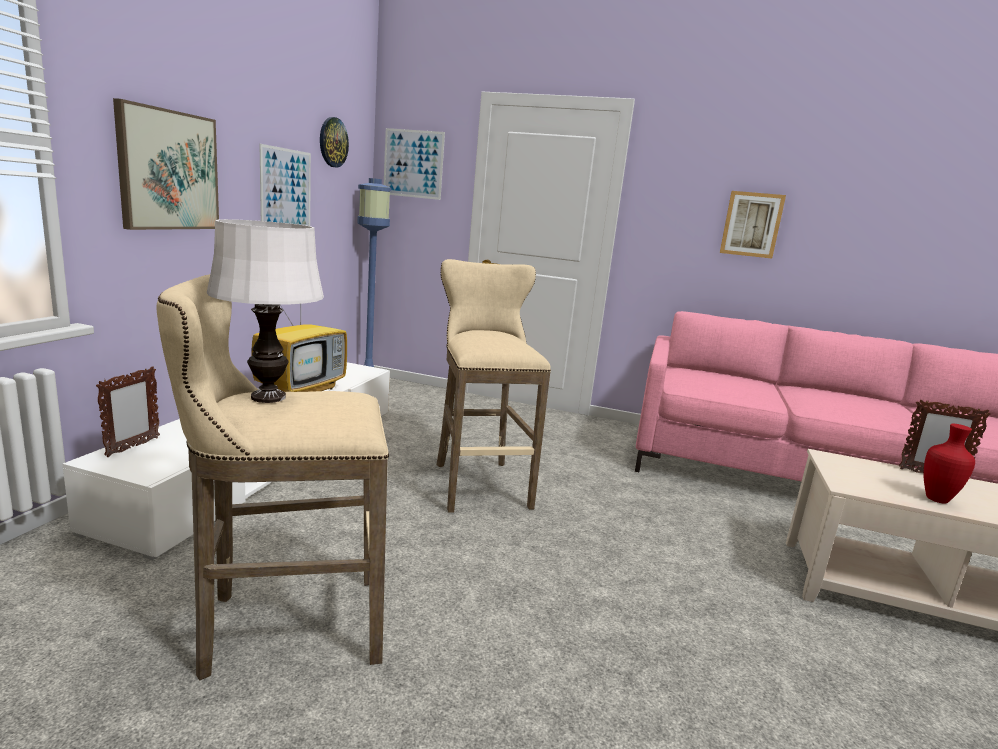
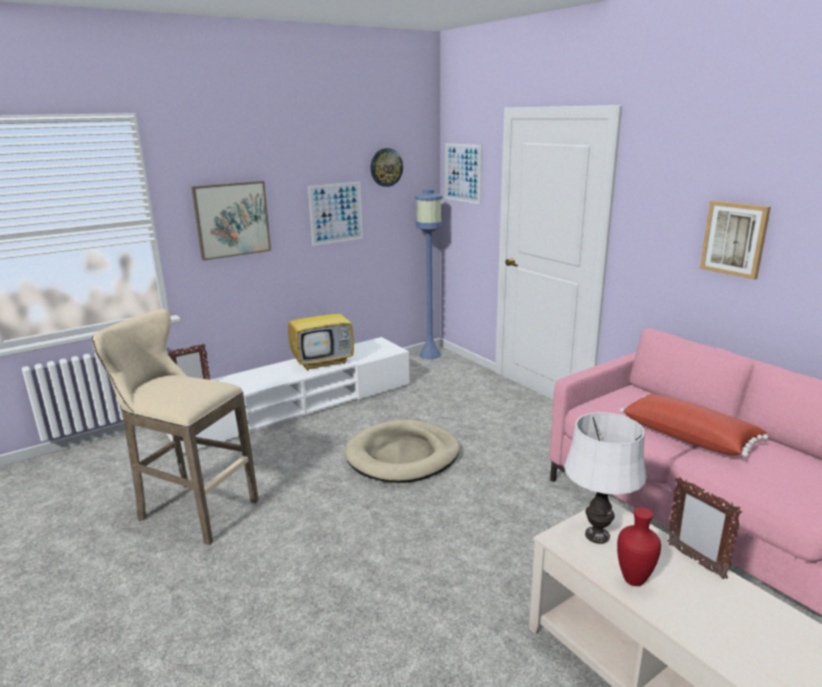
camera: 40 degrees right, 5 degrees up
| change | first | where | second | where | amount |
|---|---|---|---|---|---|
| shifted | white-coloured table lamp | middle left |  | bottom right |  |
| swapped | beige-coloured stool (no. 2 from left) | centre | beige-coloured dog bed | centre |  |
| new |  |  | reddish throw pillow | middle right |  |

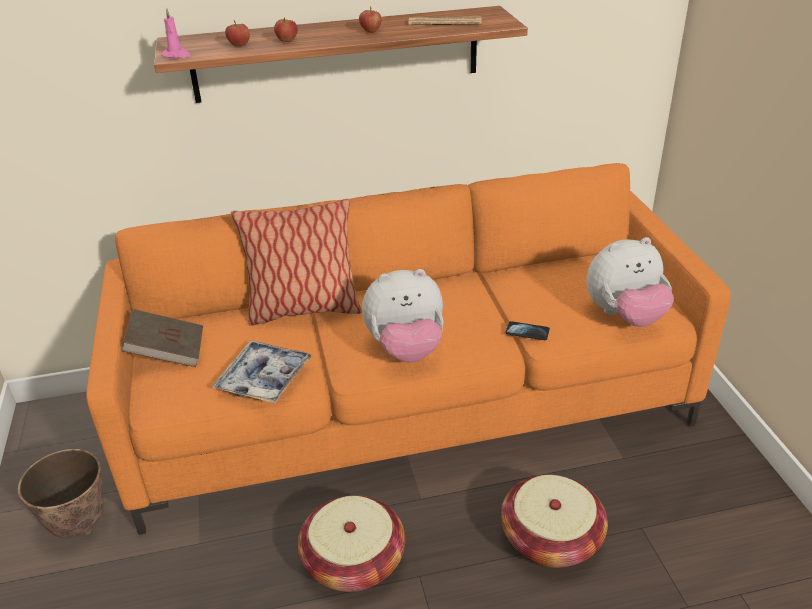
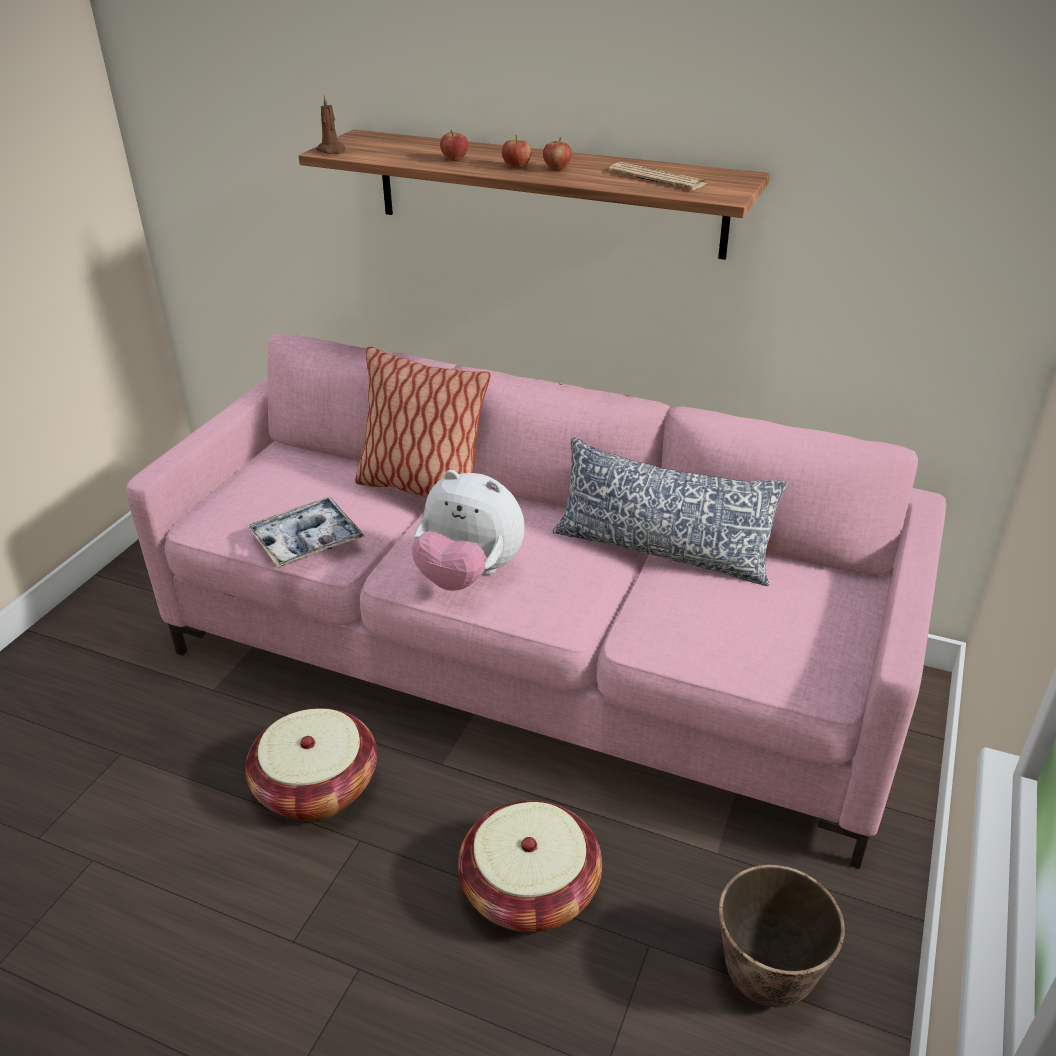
camera: 35 degrees right, 0 degrees up
| change | first | where | second | where | amount |
|---|---|---|---|---|---|
| repainted | pink-coloured wax candle | top left | brown-coloured wax candle | top left |  |
| shifted | whole apple (no. 1 from left in the first image) | top left | whole apple (no. 2 from left) | top centre |  |
| repainted | orange-coloured settee | centre | pink-coloured settee | centre |  |
| gone | soft toy (no. 2 from left) | middle right |  |  |  |
| gone | brown-coloured volume | middle left |  |  |  |
| gone | phone | centre |  |  |  |
| shifted | plant pot | bottom left |  | bottom right |  |
| new |  |  | throw pillow (no. 2 from left) | centre |  |

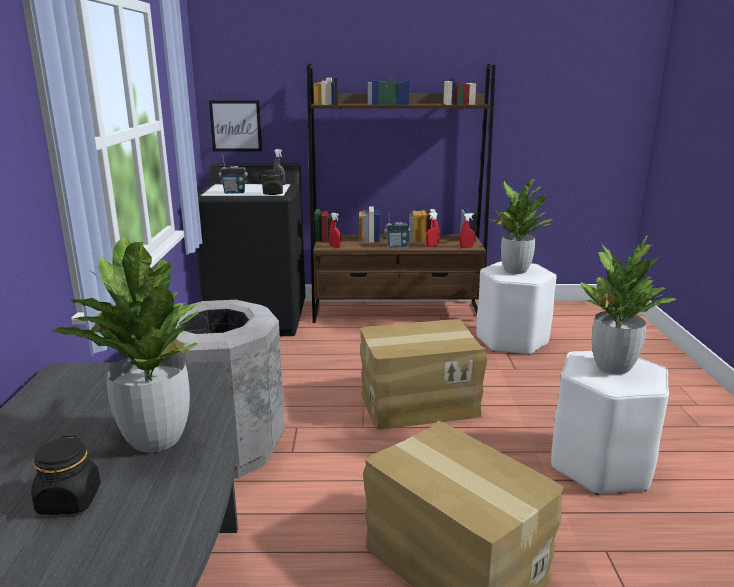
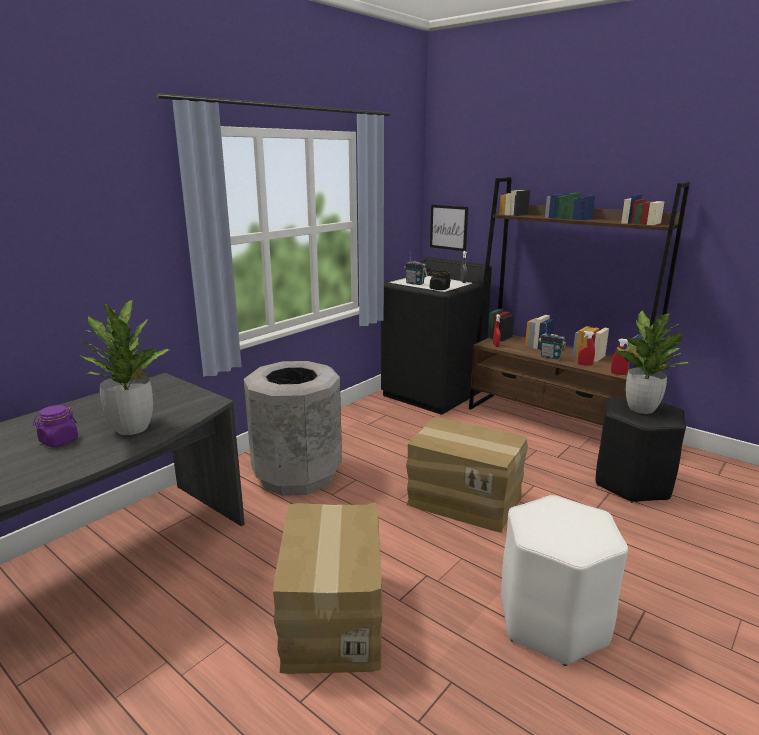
camera: 40 degrees right, 0 degrees up
| change | first | where | second | where | amount |
|---|---|---|---|---|---|
| gone | houseplant (no. 3 from left) | middle right |  |  |  |
| repainted | white-coloured stool (no. 1 from left) | middle right | blackish stool | middle right |  |
| repainted | blackish jar (no. 1 from left) | bottom left | purplish jar | middle left |  |

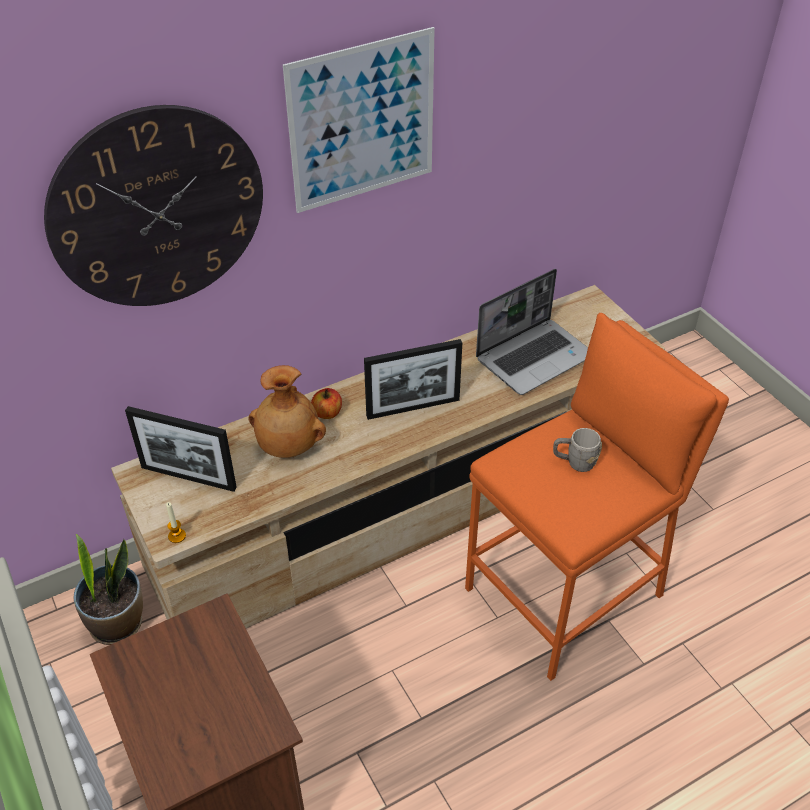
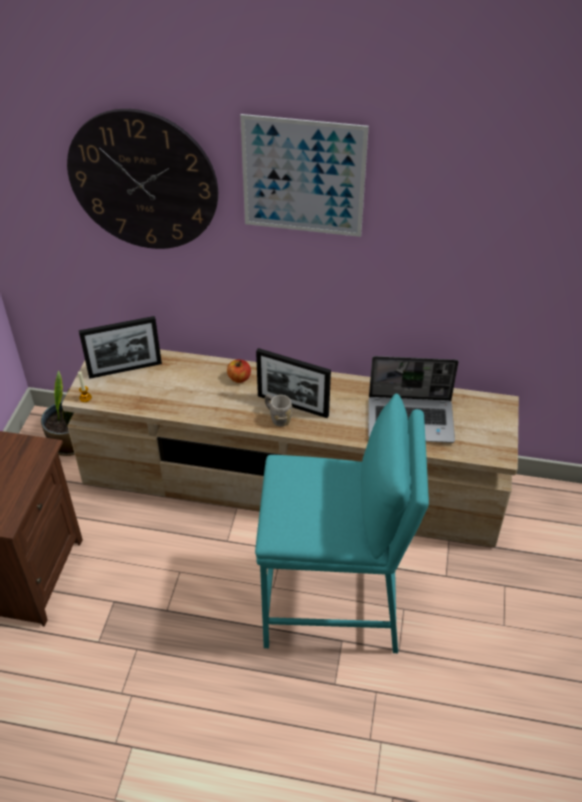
camera: 40 degrees right, 0 degrees up
| change | first | where | second | where | amount |
|---|---|---|---|---|---|
| repainted | orange-coloured stool | middle right | blue-green stool | centre |  |
| gone | brown-coloured vase | centre |  |  |  |
| rotated | photo frame (no. 1 from left) | middle left |  | middle left | 75 degrees counterclockwise |
| shifted | grey mug | middle right |  | centre |  |

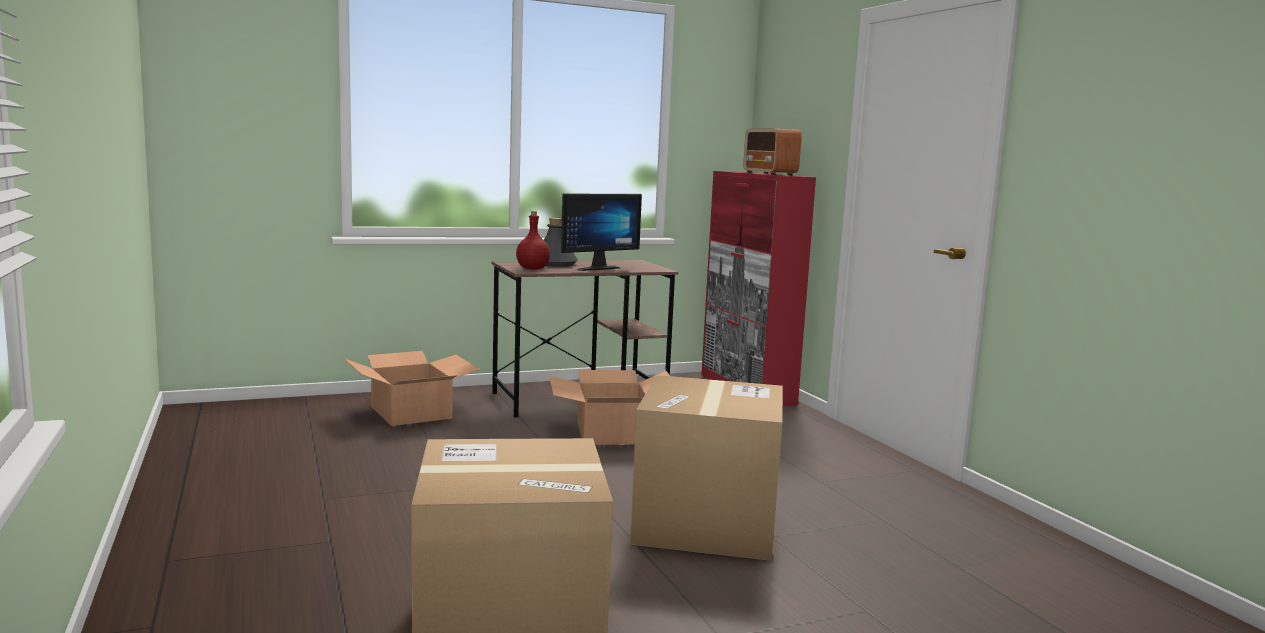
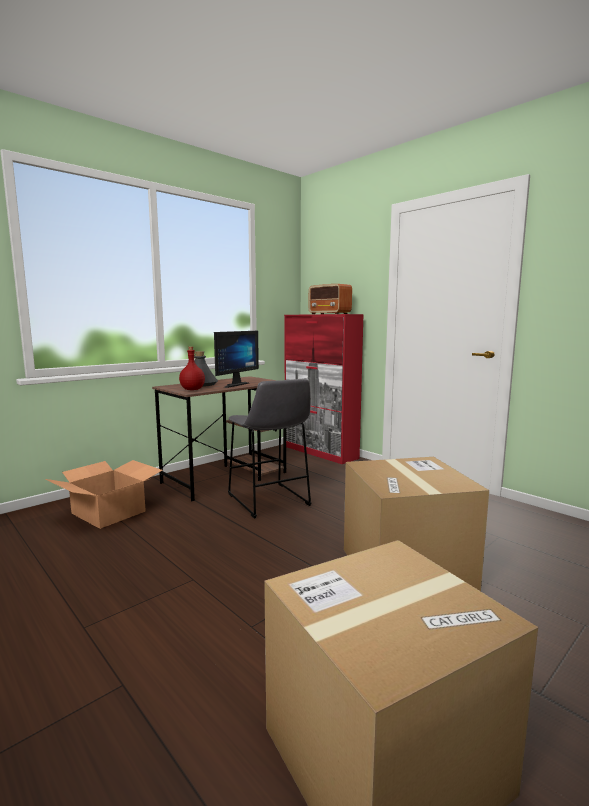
camera: 20 degrees left, 0 degrees up
| change | first | where | second | where | amount |
|---|---|---|---|---|---|
| swapped | packing box (no. 3 from left) | centre | grey stool | centre |  |

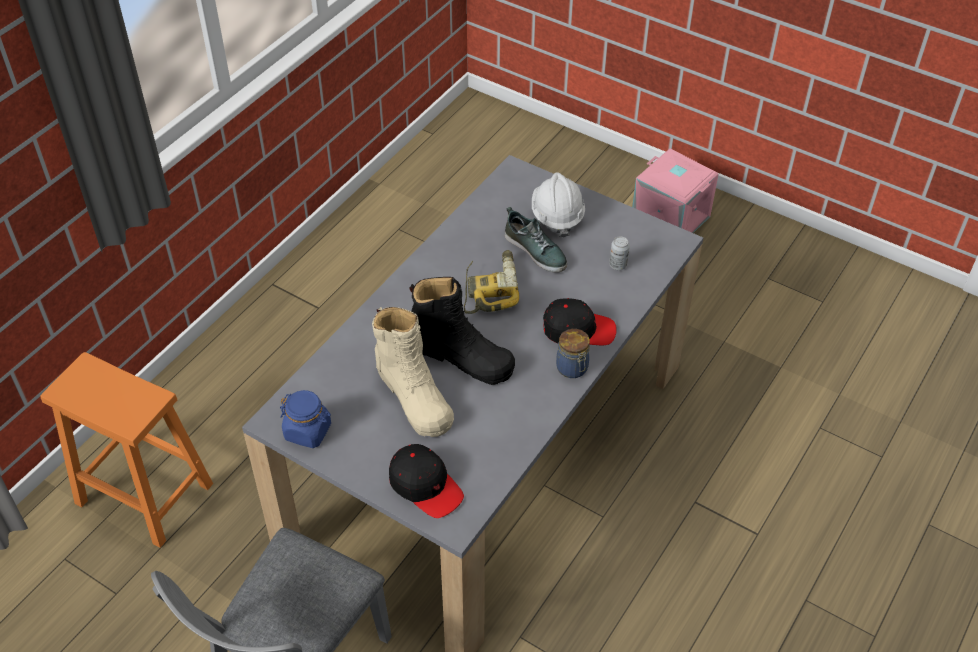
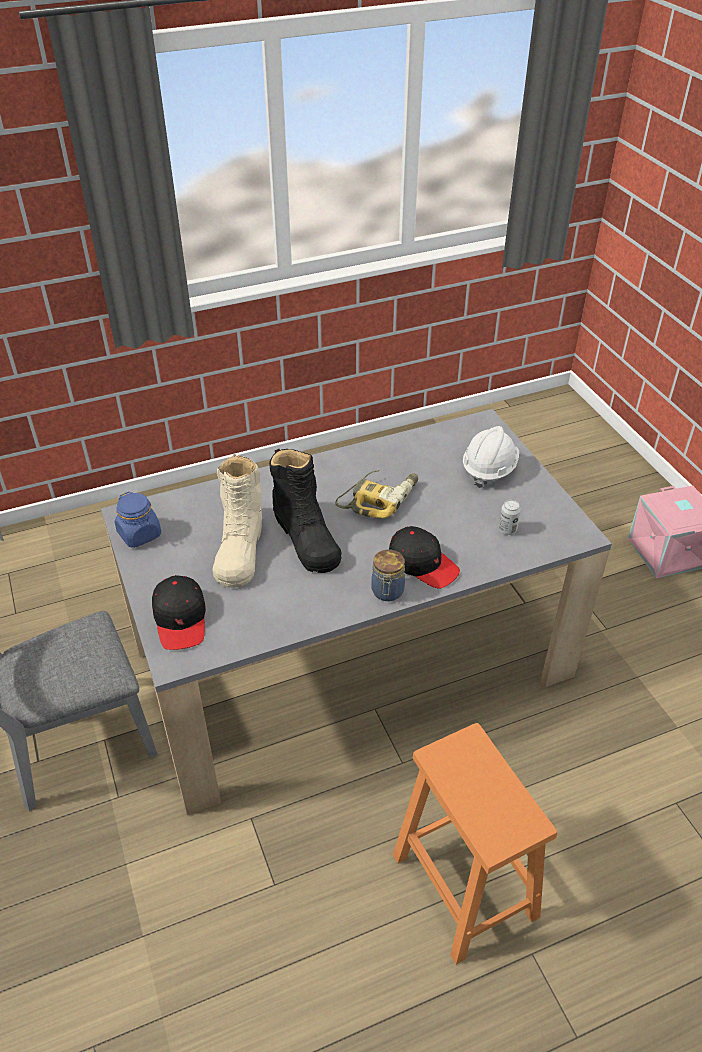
camera: 35 degrees right, 5 degrees down
| change | first | where | second | where | amount |
|---|---|---|---|---|---|
| gone | shoe | centre |  |  |  |
| shifted | orange-coloured stool | bottom left |  | bottom right |  |

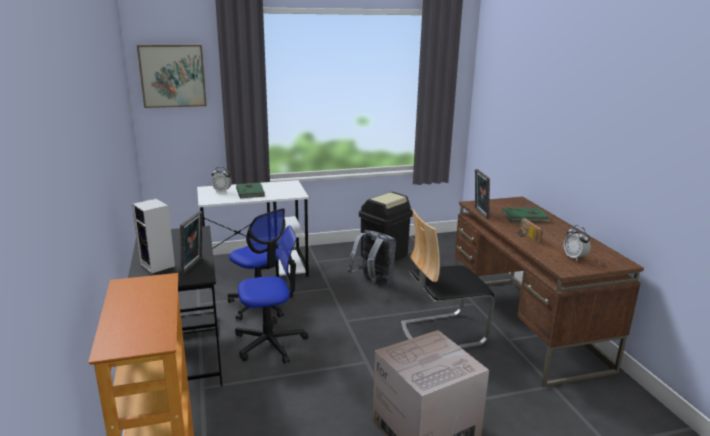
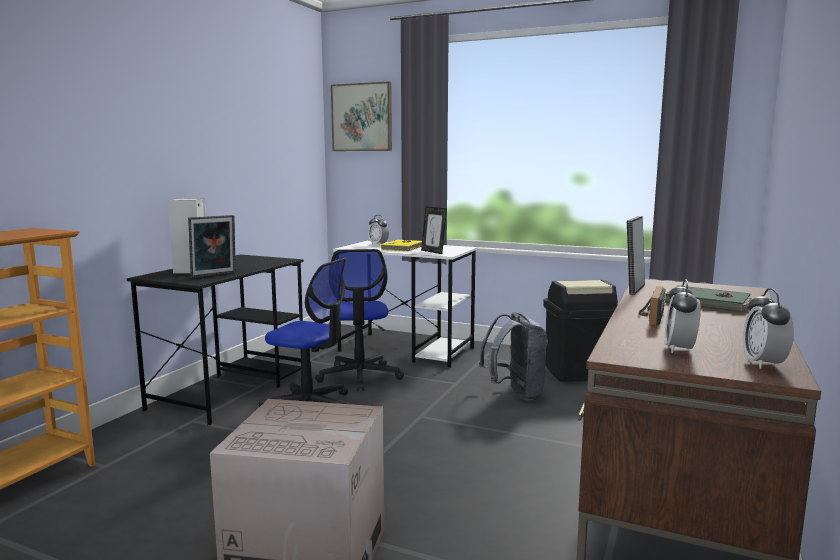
camera: 40 degrees right, 10 degrees down
| change | first | where | second | where | amount |
|---|---|---|---|---|---|
| repainted | green volume (no. 1 from left) | centre | yellow-coloured volume | centre |  |
| gone | plain chair | centre |  |  |  |
| new |  |  | photo frame (no. 2 from left) | centre |  |
| new |  |  | bedside clock (no. 3 from left) | middle right |  |

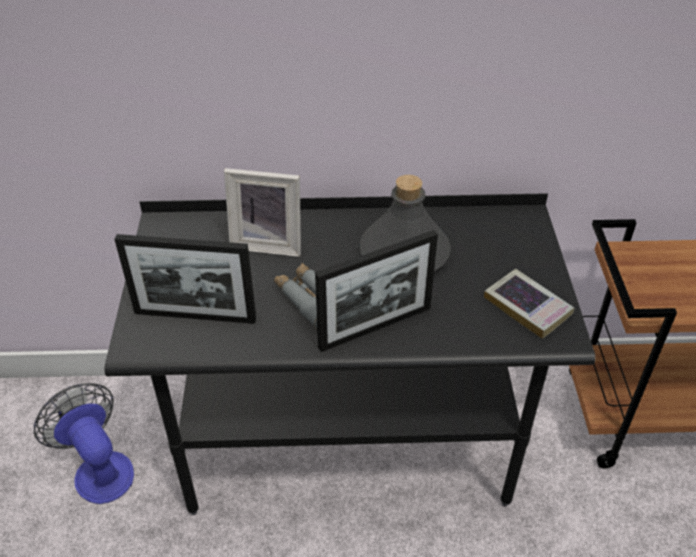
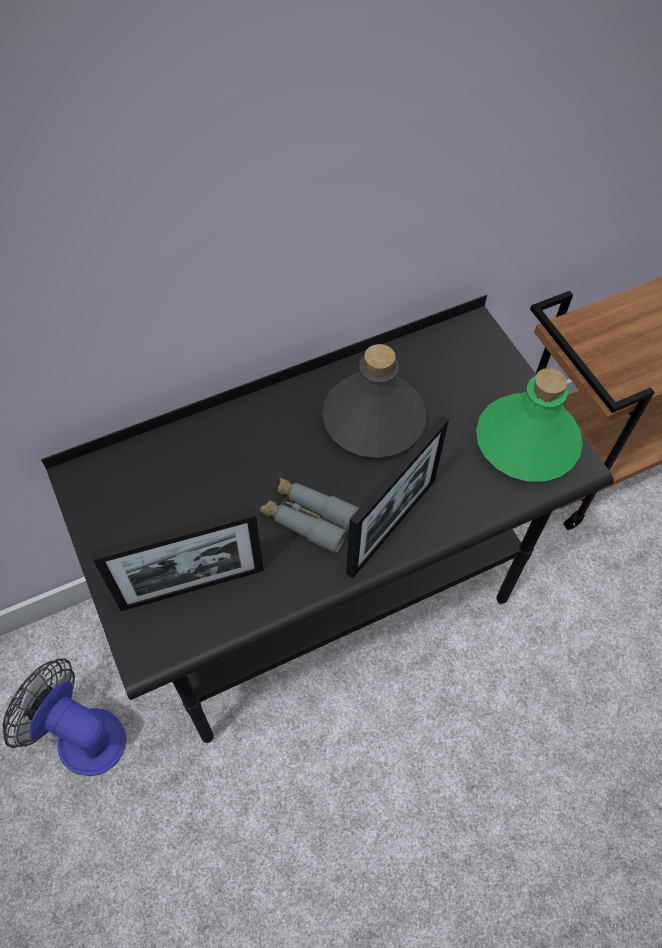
camera: 25 degrees left, 15 degrees up
| change | first | where | second | where | amount |
|---|---|---|---|---|---|
| gone | photo frame (no. 2 from left) | centre |  |  |  |
| swapped | volume | middle right | green drink bottle | middle right |  |

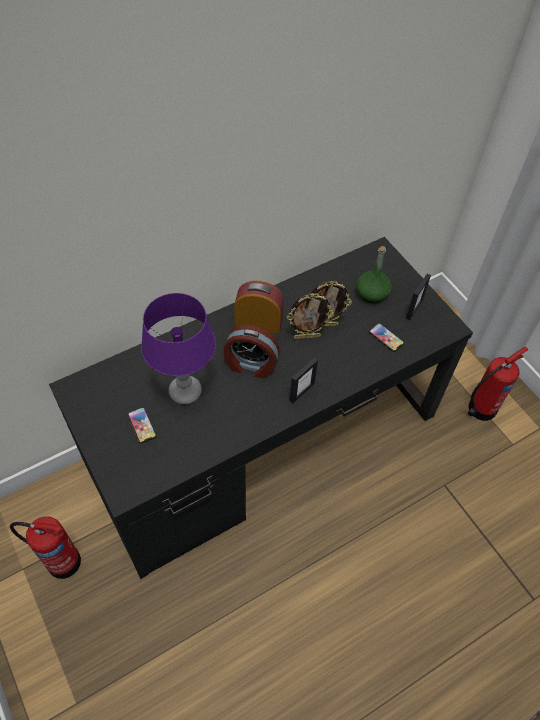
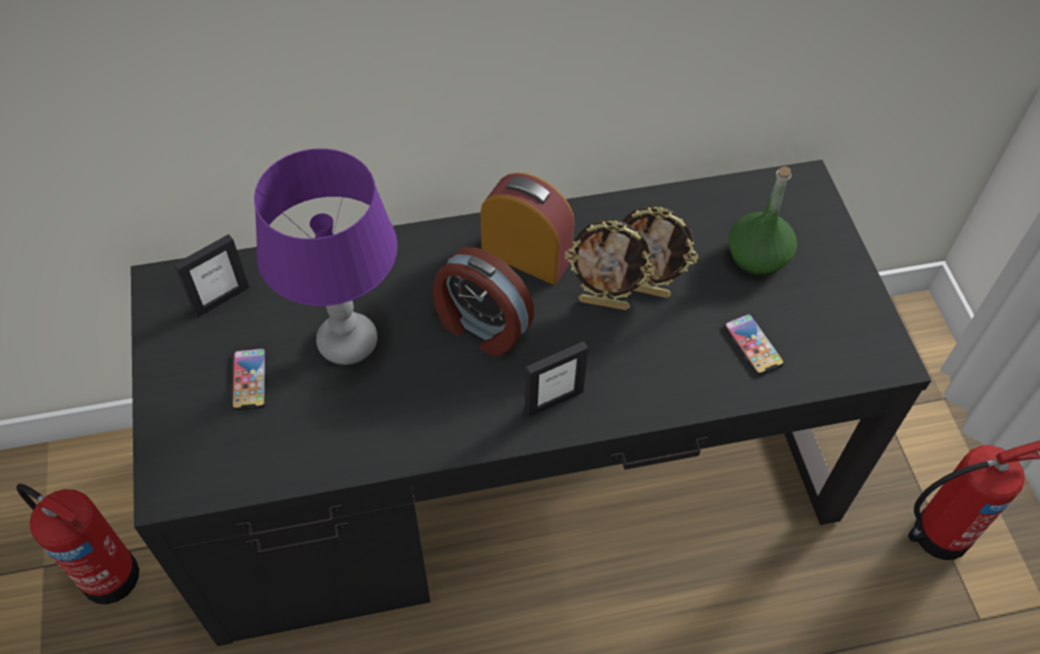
camera: 20 degrees right, 0 degrees up
| change | first | where | second | where | amount |
|---|---|---|---|---|---|
| shifted | photo frame (no. 4 from left in the first image) | middle right | photo frame (no. 1 from left) | middle left |  |

